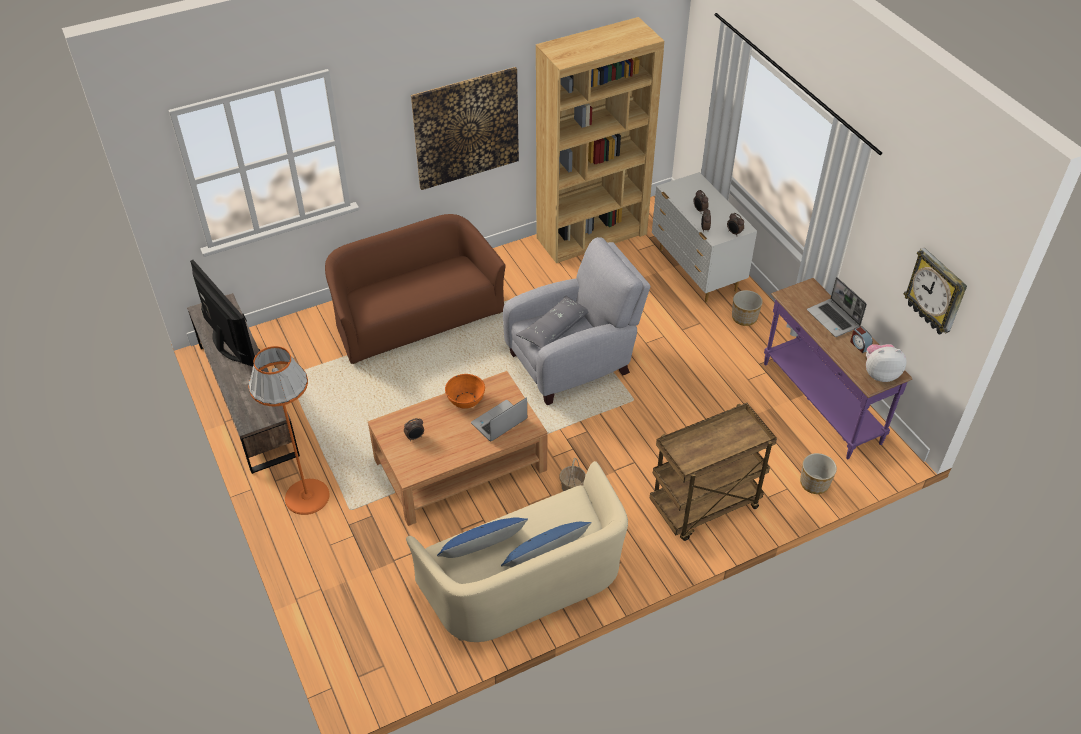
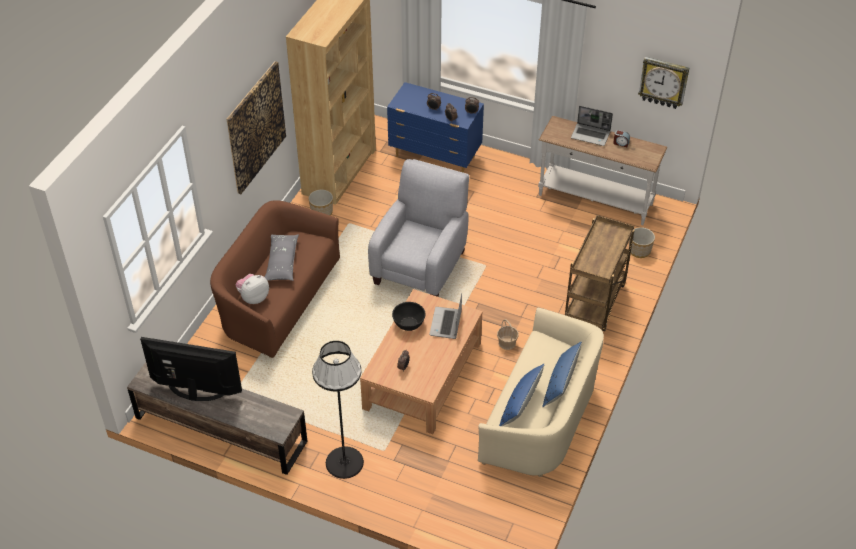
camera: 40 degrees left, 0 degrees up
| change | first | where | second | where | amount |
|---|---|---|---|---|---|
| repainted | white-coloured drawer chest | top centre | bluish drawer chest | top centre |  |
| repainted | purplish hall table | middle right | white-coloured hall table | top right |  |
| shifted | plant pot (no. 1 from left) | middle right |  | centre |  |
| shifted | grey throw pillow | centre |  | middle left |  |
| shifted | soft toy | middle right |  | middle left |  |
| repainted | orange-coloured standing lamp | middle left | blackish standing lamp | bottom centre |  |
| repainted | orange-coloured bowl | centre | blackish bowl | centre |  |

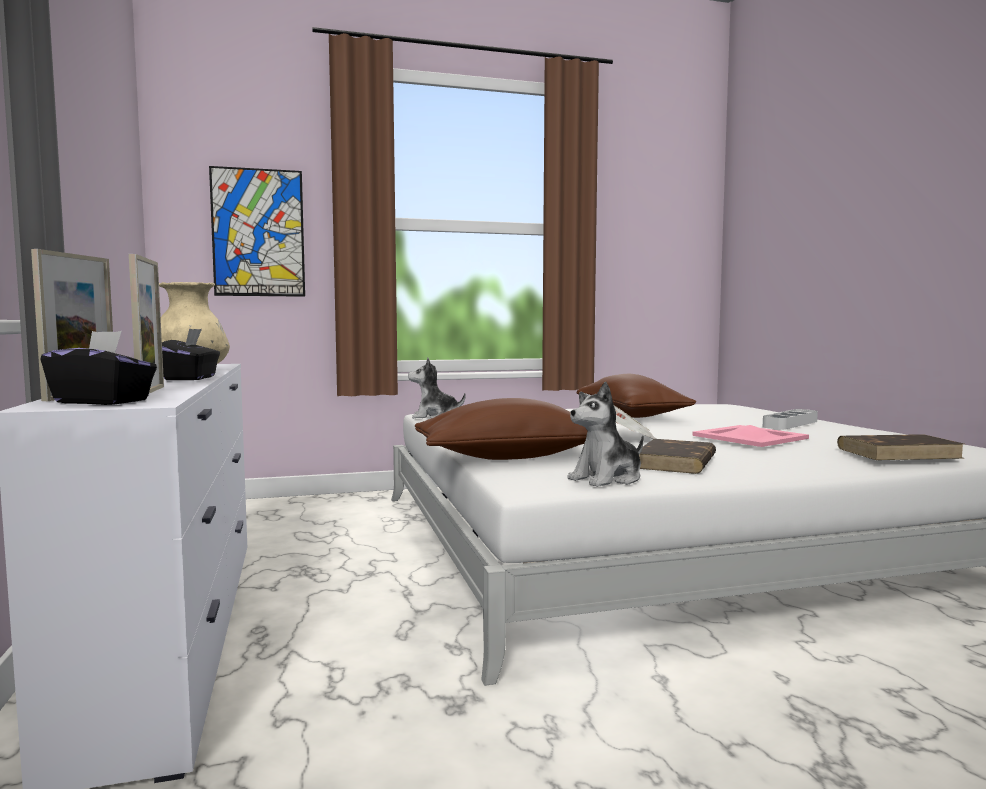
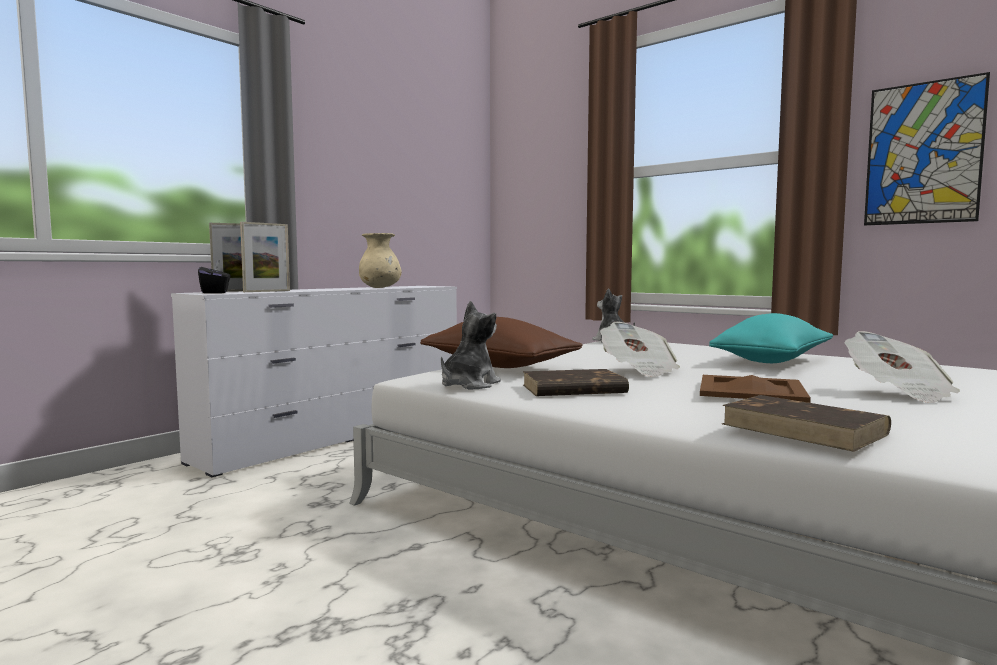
camera: 55 degrees right, 0 degrees up
| change | first | where | second | where | amount |
|---|---|---|---|---|---|
| shifted | picture | top left |  | top right |  |
| gone | blackish box of tissues (no. 2 from left) | middle left |  |  |  |
| repainted | brown-coloured throw pillow (no. 2 from left) | centre | blue-green throw pillow | middle right |  |
| rotated | soft toy (no. 2 from left in the first image) | centre | soft toy (no. 1 from left) | centre | 105 degrees clockwise |
| swapped | grey serving tray | middle right | newspaper (no. 2 from left) | middle right |  |
| repainted | pink-coloured serving tray | middle right | brown-coloured serving tray | middle right |  |

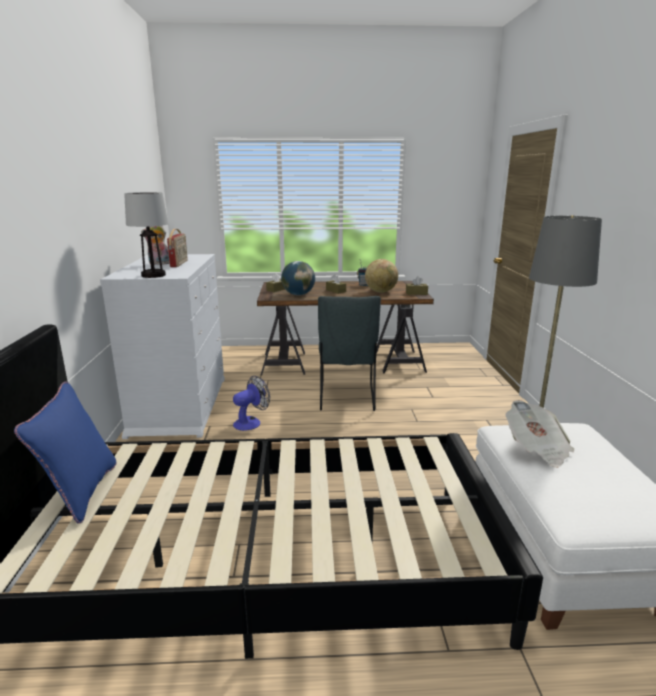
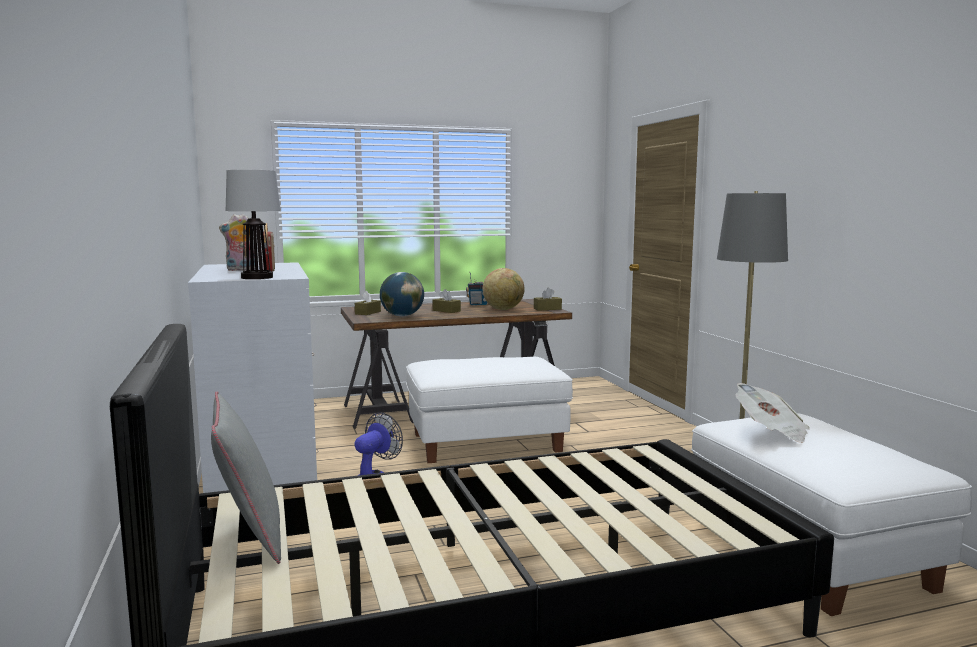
camera: 15 degrees left, 10 degrees down
| change | first | where | second | where | amount |
|---|---|---|---|---|---|
| swapped | grey plain chair | centre | white-coloured pouffe (no. 1 from left) | centre |  |
| repainted | bluish throw pillow | middle left | grey throw pillow | bottom left |  |

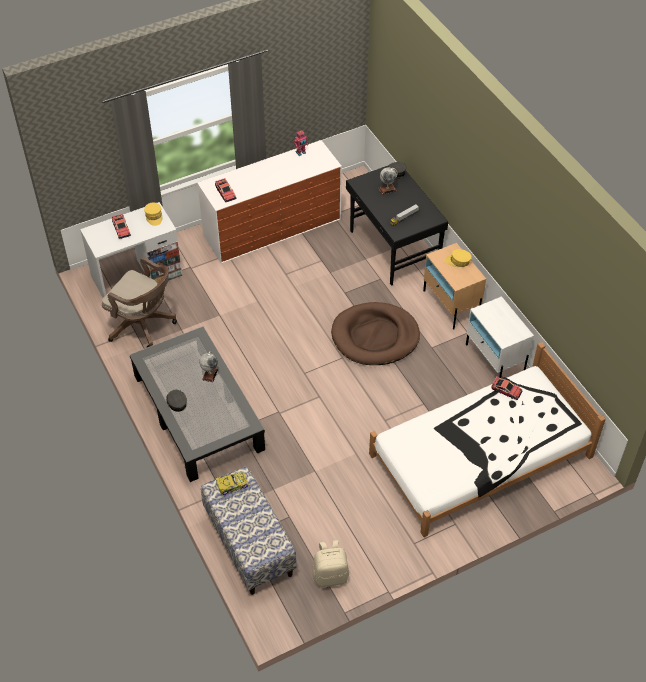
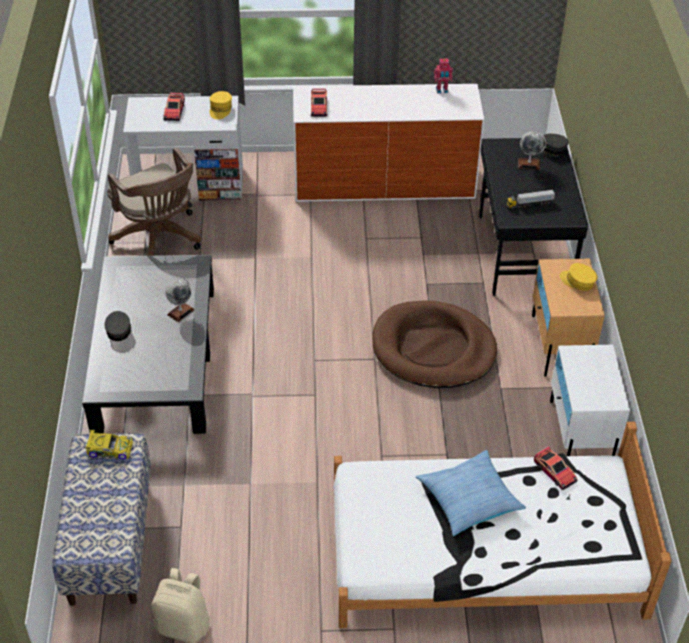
camera: 25 degrees right, 5 degrees down
| change | first | where | second | where | amount |
|---|---|---|---|---|---|
| new |  |  | throw pillow | bottom right |  |

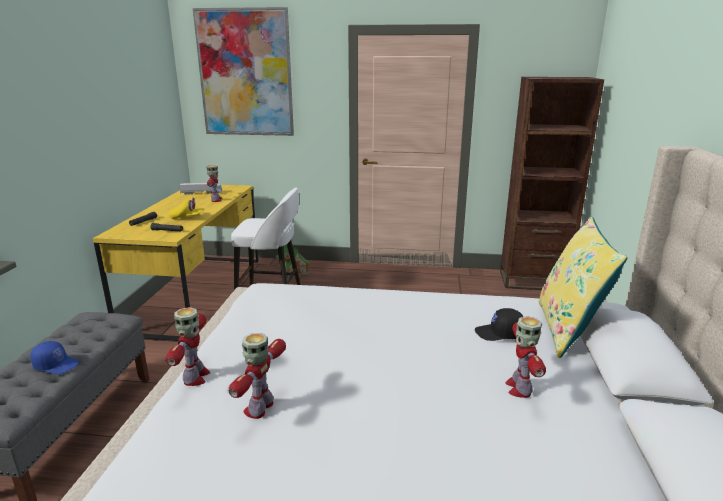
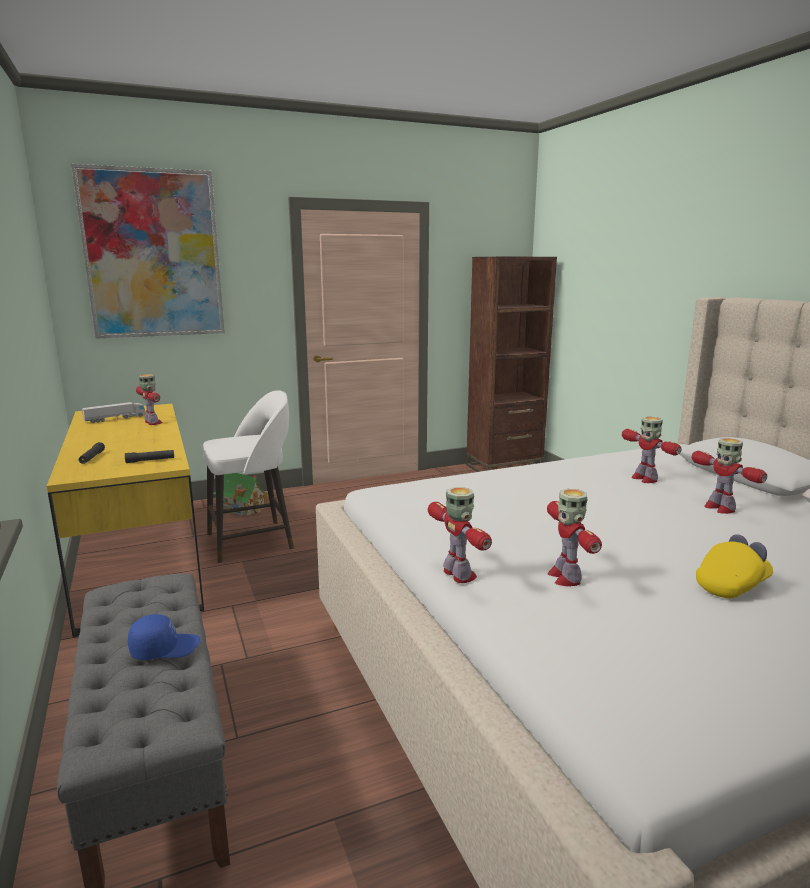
camera: 30 degrees left, 5 degrees down
| change | first | where | second | where | amount |
|---|---|---|---|---|---|
| shifted | yellow-coloured baseball cap | middle left |  | middle right |  |
| gone | yellow-coloured throw pillow | middle right |  |  |  |
| swapped | blackish baseball cap | middle right | model robot (no. 4 from left) | middle right |  |

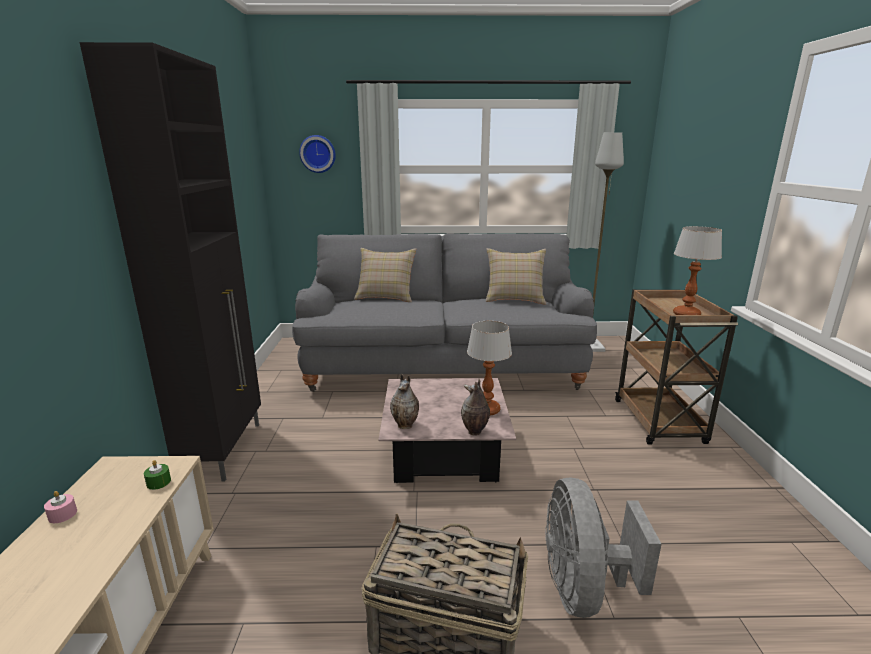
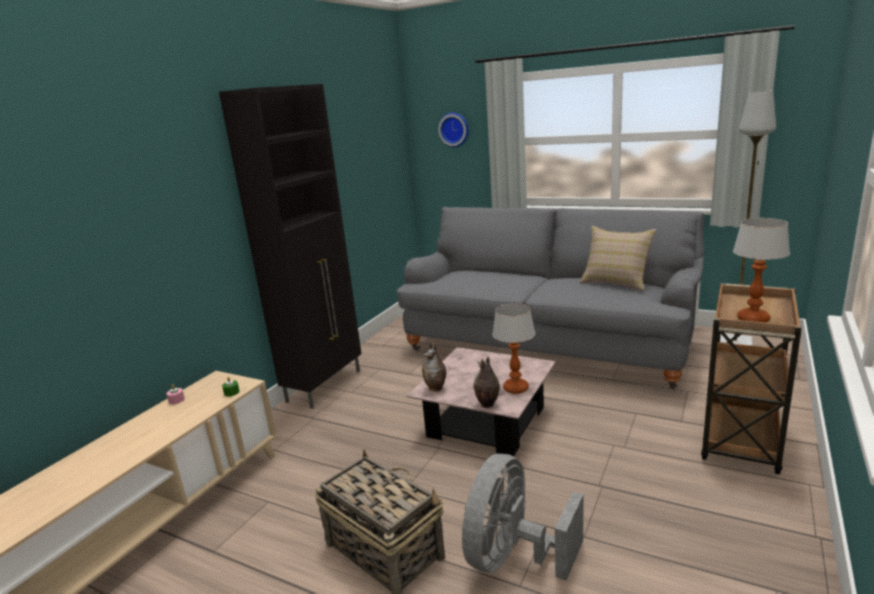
camera: 30 degrees right, 0 degrees up
| change | first | where | second | where | amount |
|---|---|---|---|---|---|
| gone | beige-coloured throw pillow (no. 1 from left) | centre |  |  |  |

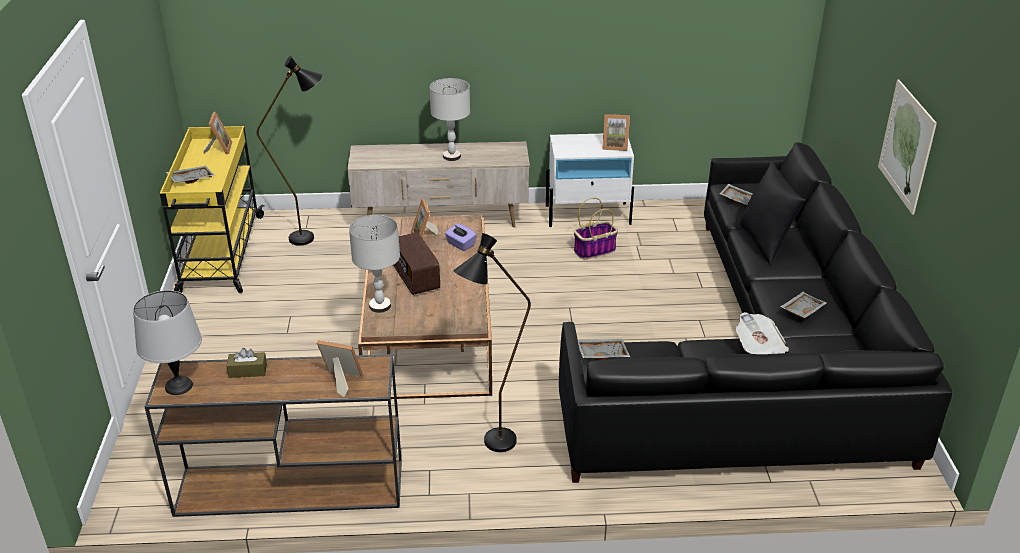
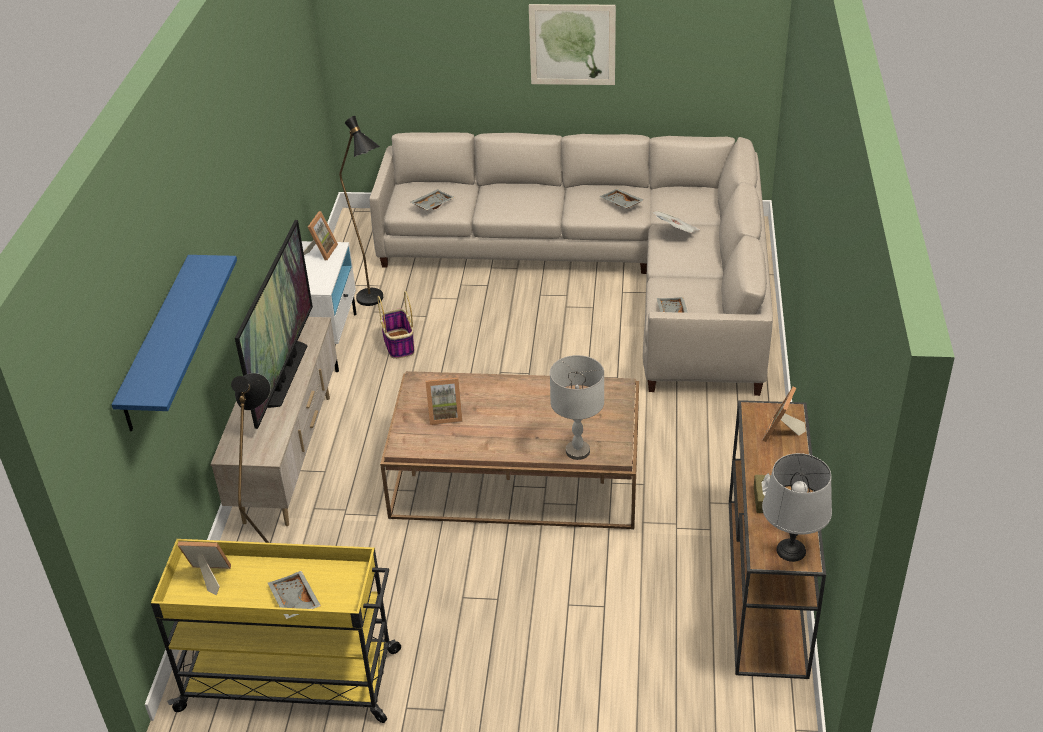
camera: 80 degrees left, 5 degrees up
| change | first | where | second | where | amount |
|---|---|---|---|---|---|
| swapped | grey table lamp (no. 3 from left) | top centre | TV set | middle left |  |
| repainted | blackish settee | middle right | beige-coloured settee | centre |  |
| gone | blackish throw pillow | middle right |  |  |  |
| gone | purplish box of tissues | centre |  |  |  |
| gone | radio | centre |  |  |  |
| shifted | blackish standing lamp (no. 2 from left) | centre |  | top centre |  |
| new |  |  | bluish shelf | middle left |  |

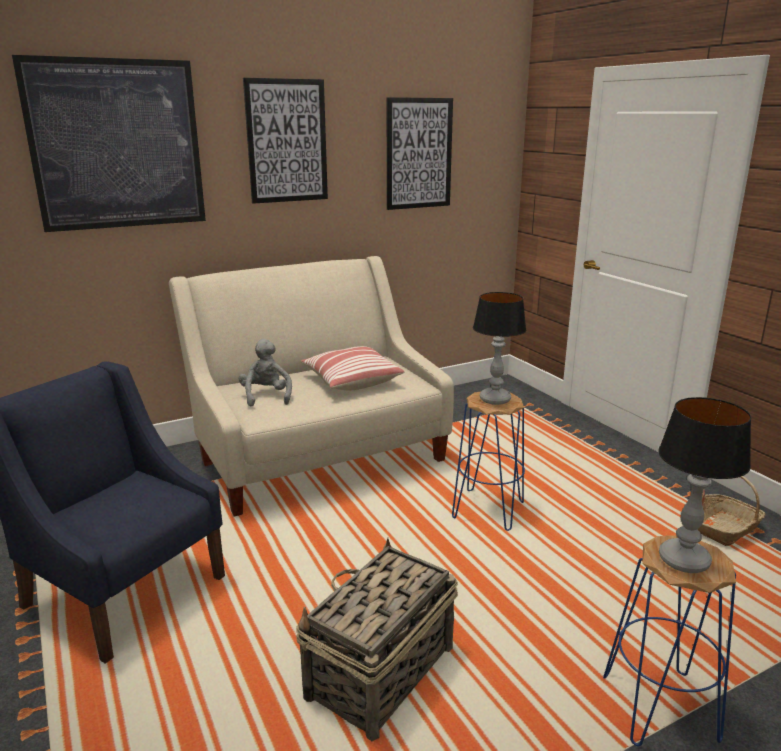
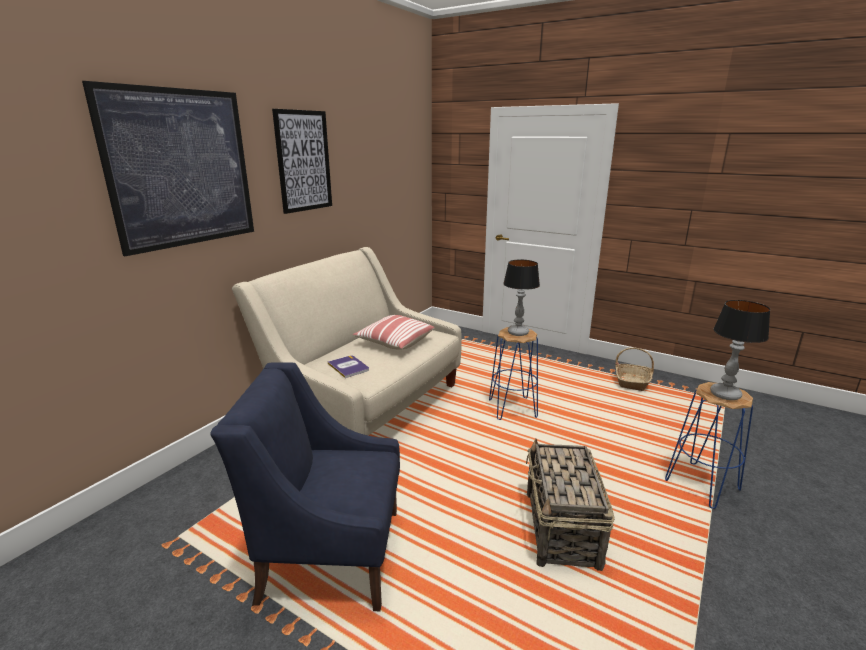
camera: 30 degrees left, 0 degrees up
| change | first | where | second | where | amount |
|---|---|---|---|---|---|
| gone | picture (no. 3 from left) | top centre |  |  |  |
| swapped | grey soft toy | centre | volume | centre |  |

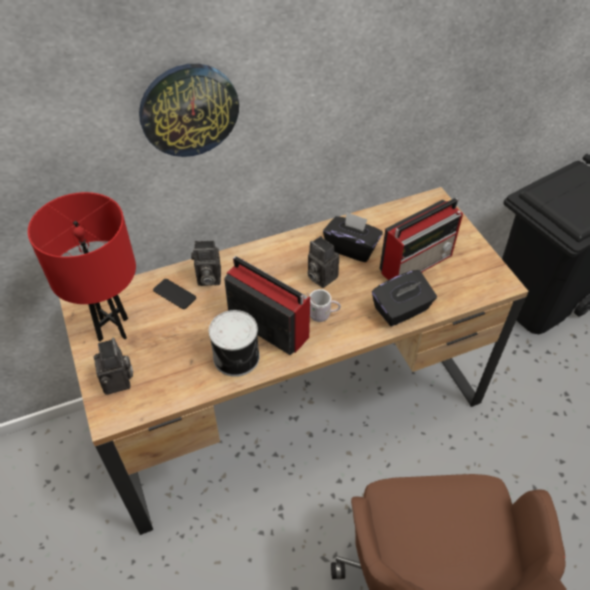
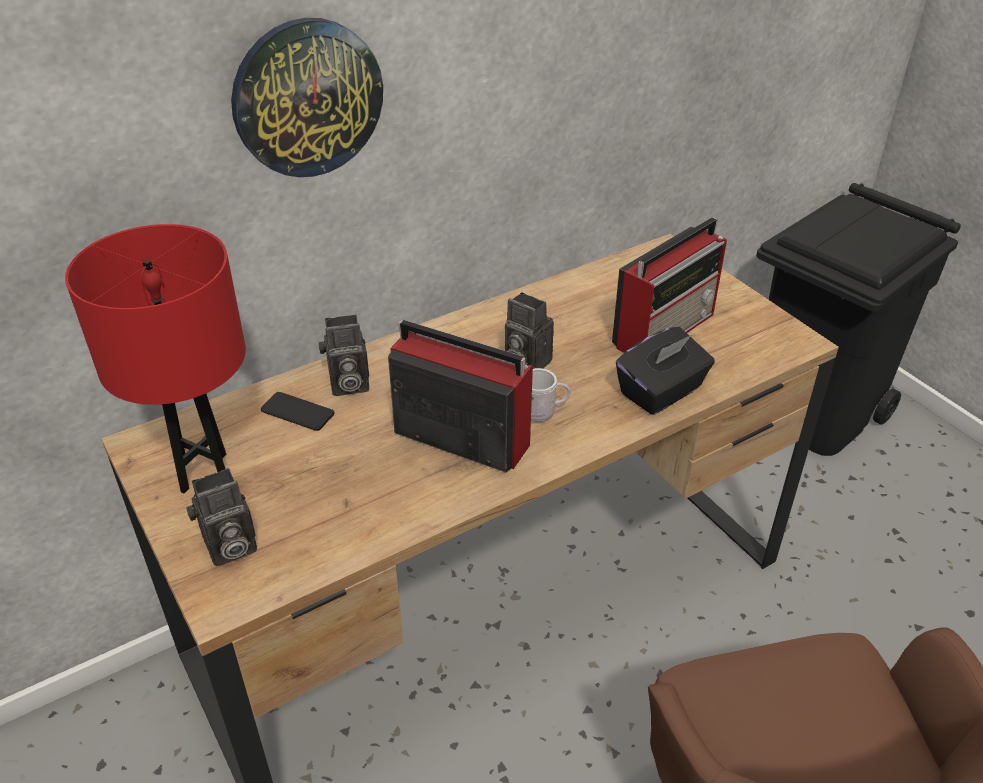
camera: 10 degrees left, 10 degrees down
| change | first | where | second | where | amount |
|---|---|---|---|---|---|
| gone | blackish box of tissues (no. 1 from left) | centre |  |  |  |
| gone | metal can | centre |  |  |  |
| rotated | still camera (no. 1 from left) | middle left |  | middle left | 90 degrees clockwise |

